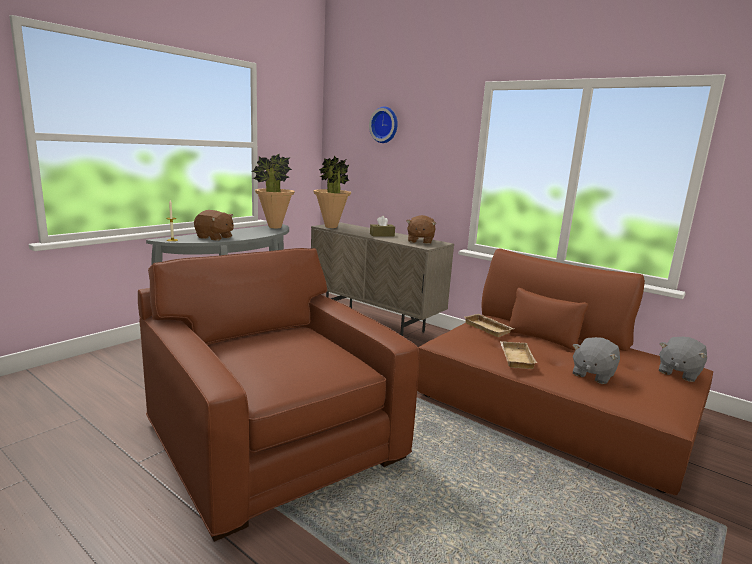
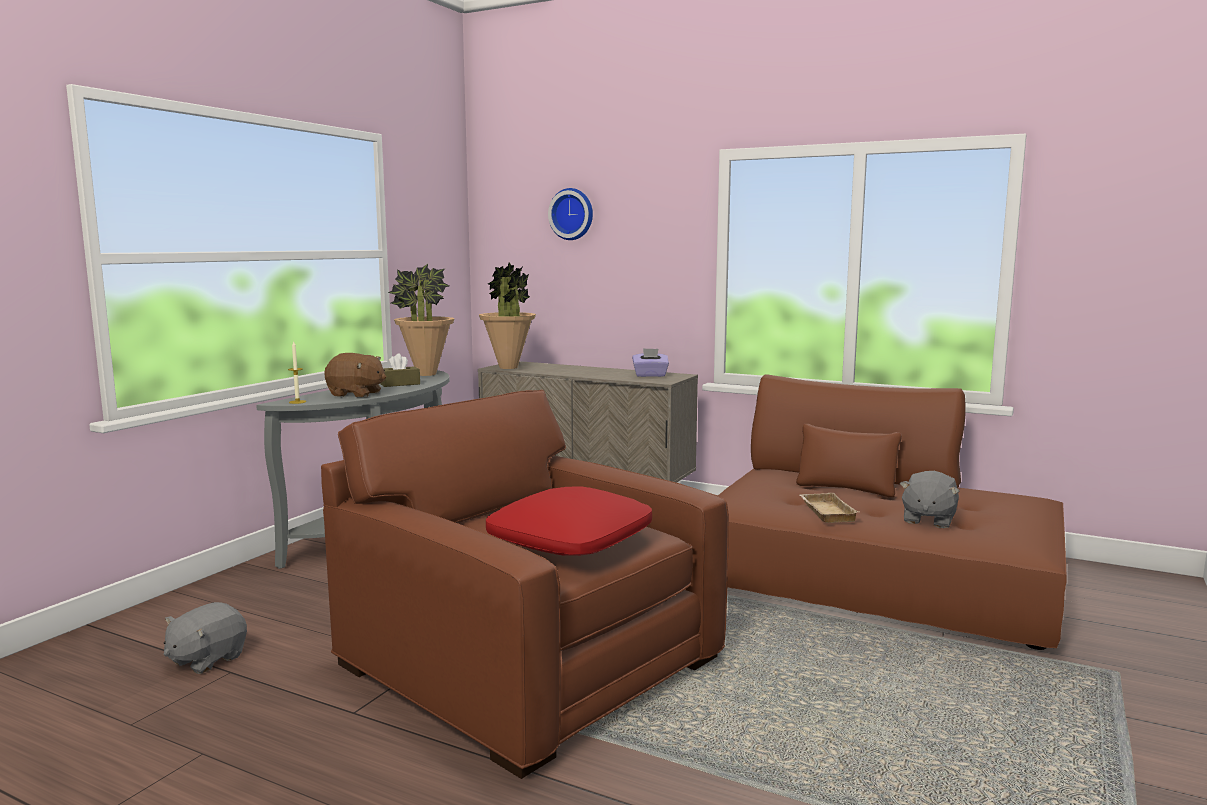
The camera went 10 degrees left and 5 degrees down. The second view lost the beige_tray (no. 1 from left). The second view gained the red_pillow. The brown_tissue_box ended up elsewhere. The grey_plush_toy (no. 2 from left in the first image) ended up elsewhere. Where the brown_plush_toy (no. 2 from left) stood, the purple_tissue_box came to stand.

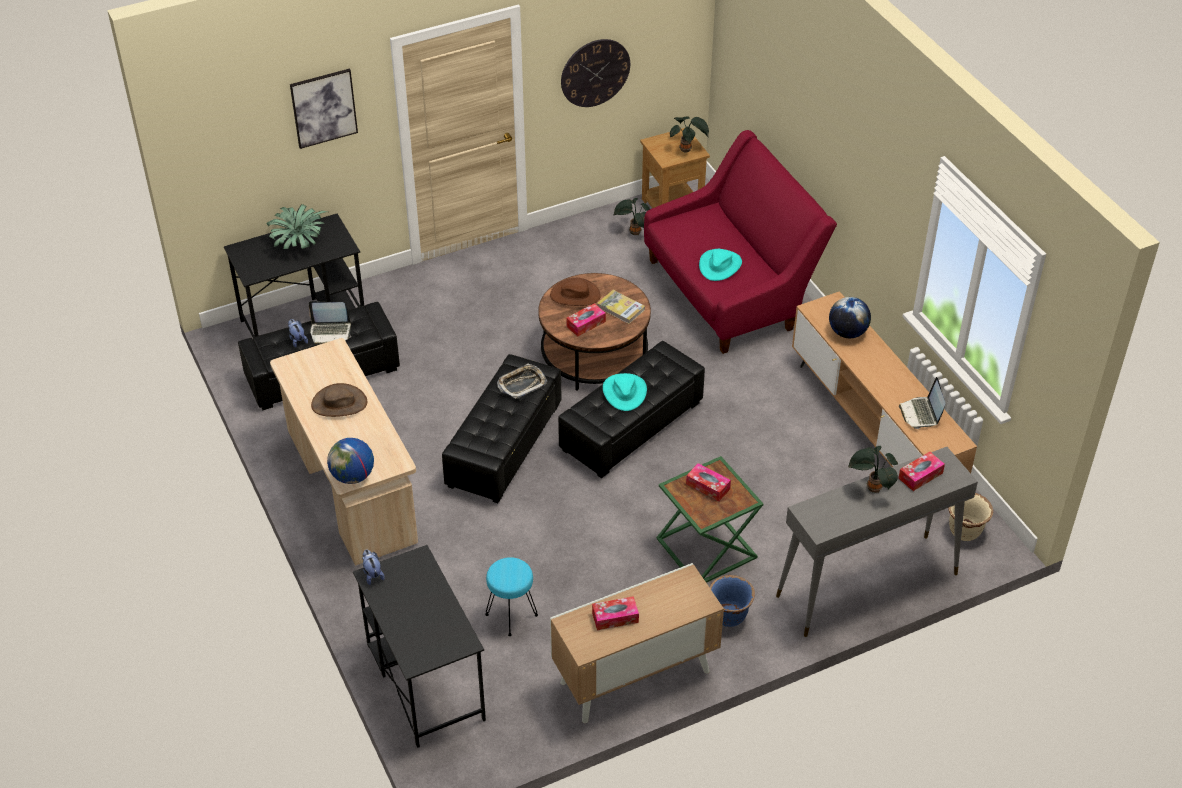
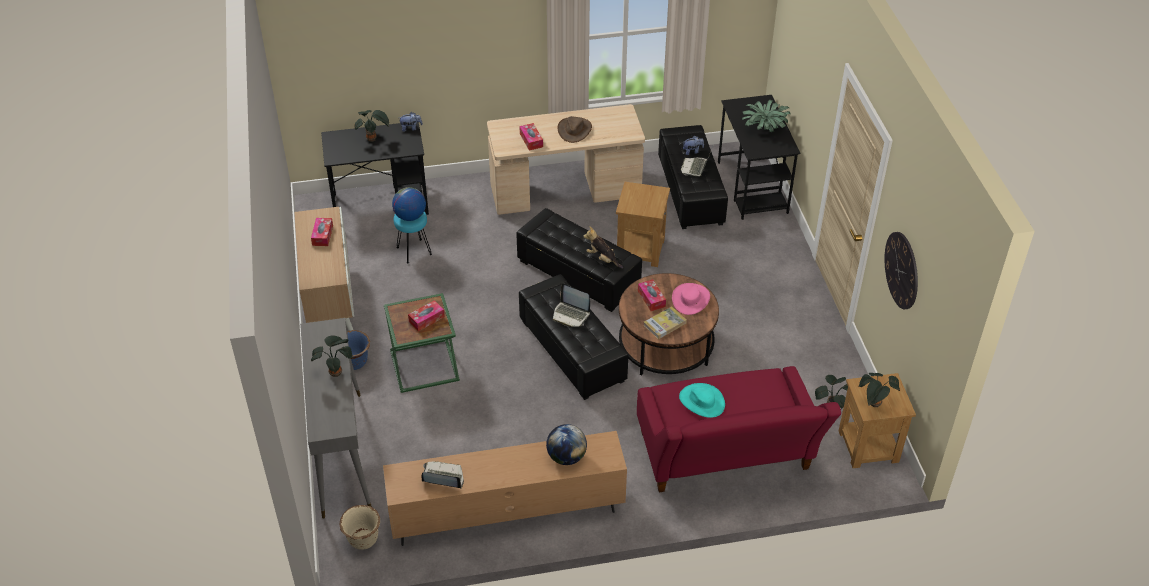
The camera went 105 degrees right and 0 degrees up. The second view lost the picture. The second view gained the potted_plant (no. 2 from left). The second view gained the brown_side_table (no. 1 from left). The globe (no. 1 from left) ended up elsewhere. The tissue_box (no. 4 from left in the first image) ended up elsewhere. Where the tray stood, the plush_toy (no. 2 from left) came to stand. Where the turquoise_hat (no. 1 from left) stood, the laptop (no. 2 from left) came to stand. What was the brown_hat (no. 2 from left) turned into the pink_hat.

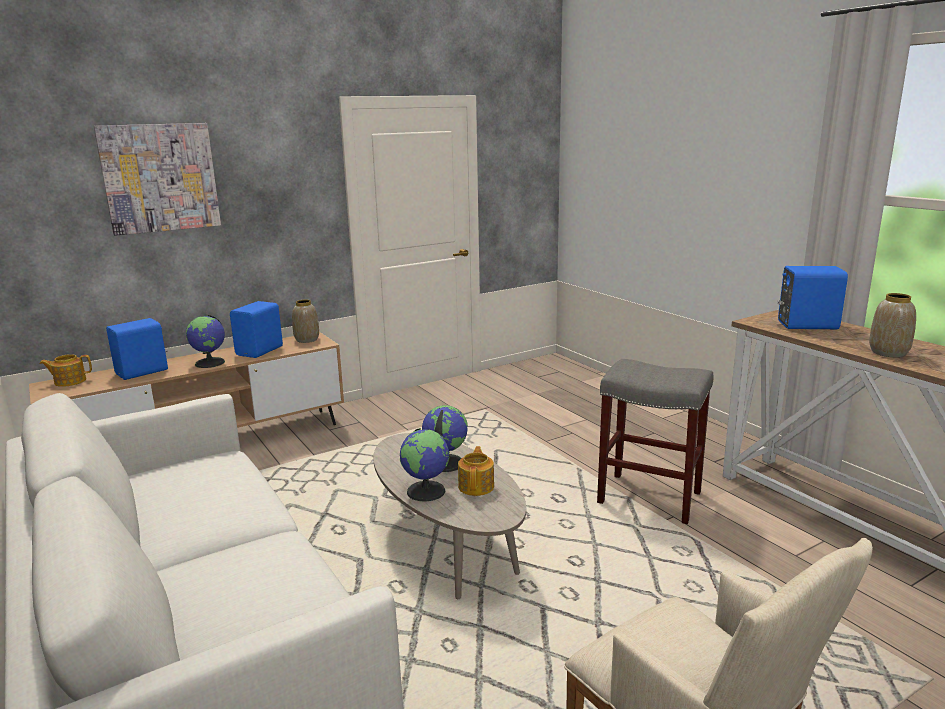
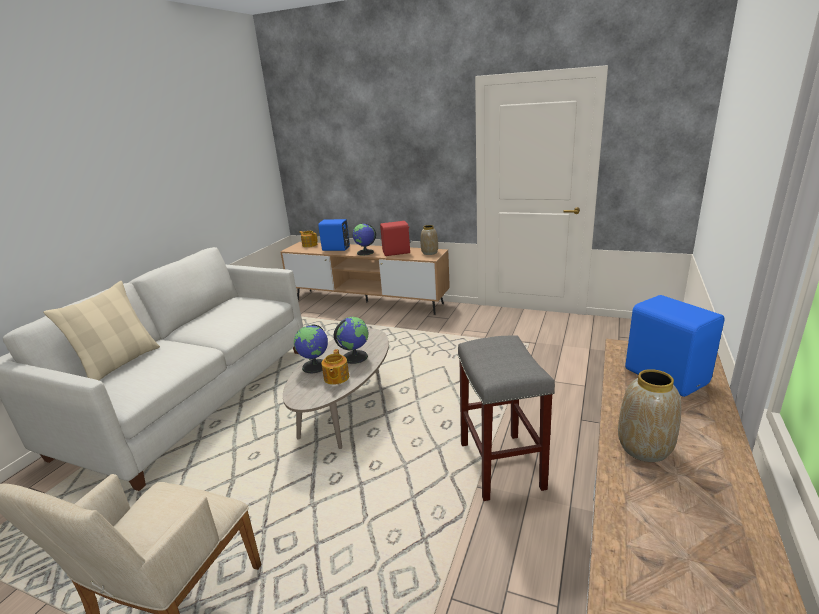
The camera went 55 degrees right and 5 degrees up. The second view lost the picture. The second view gained the beige_pillow. What was the blue_speaker (no. 2 from left) turned into the red_speaker. The teapot (no. 2 from left) ended up facing another way, 120 degrees clockwise from before.

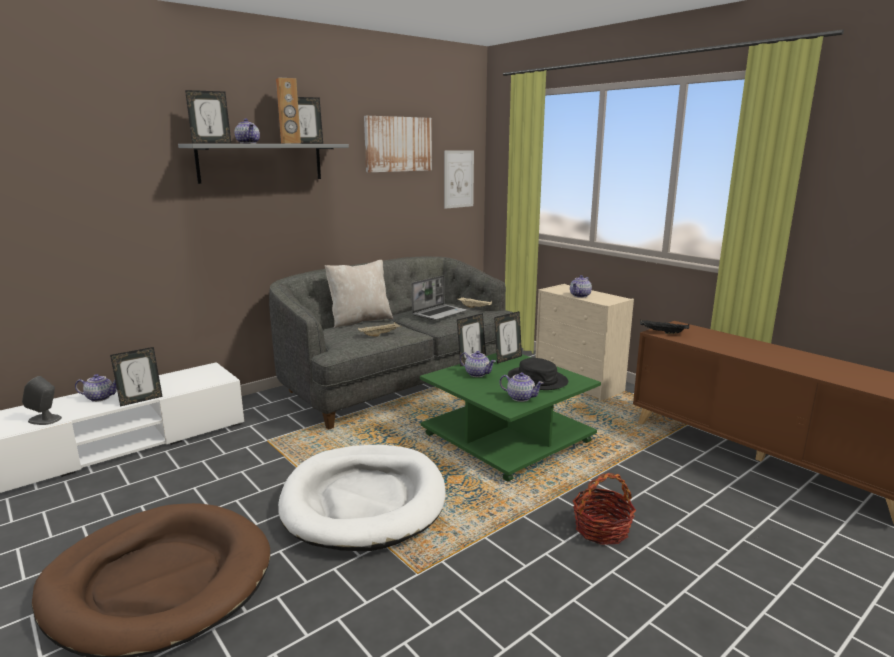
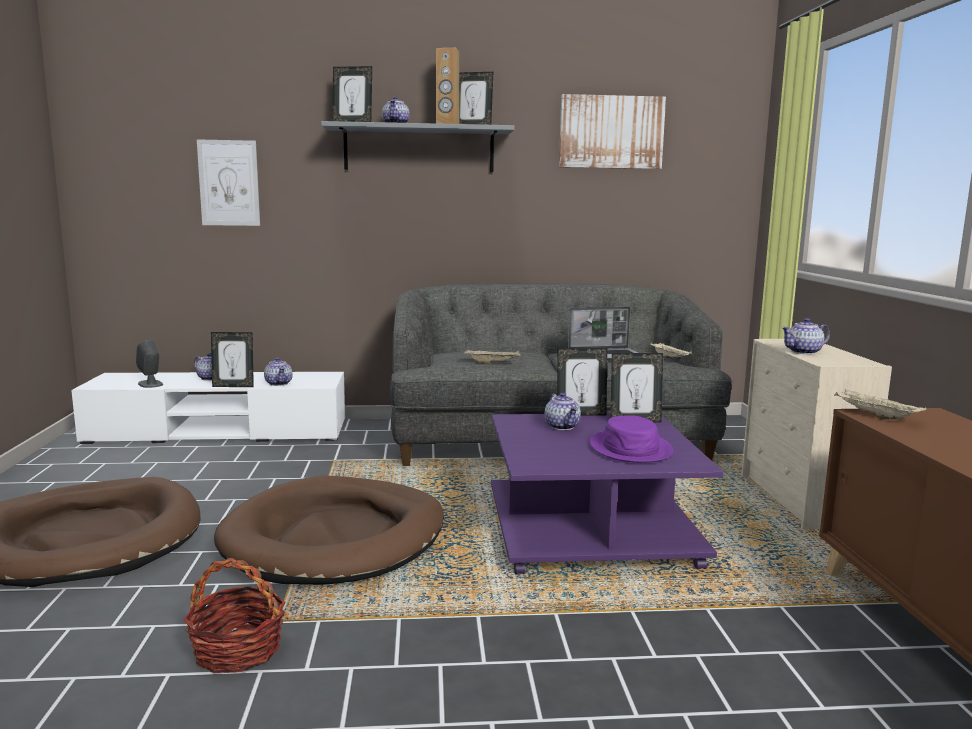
The camera went 35 degrees right and 5 degrees down. The second view lost the beige_pillow. The picture (no. 2 from left in the first image) ended up elsewhere. The teapot (no. 4 from left in the first image) ended up elsewhere. The basket ended up elsewhere. What was the white_dog_bed turned into the brown_dog_bed (no. 2 from left). What was the green_coffee_table turned into the purple_coffee_table. What was the black_hat turned into the purple_hat. What was the black_tray turned into the beige_tray (no. 3 from left).

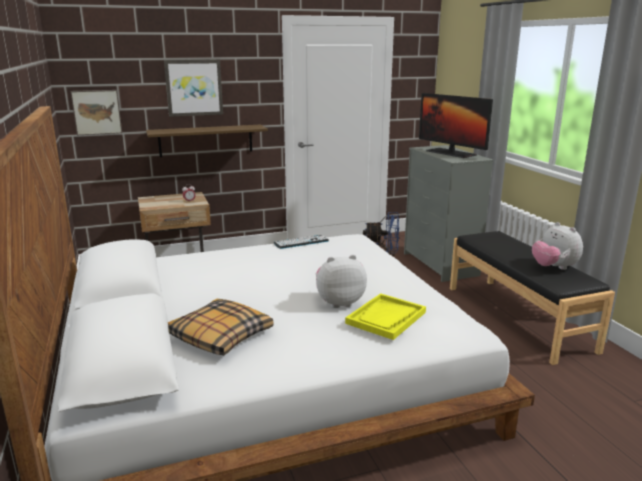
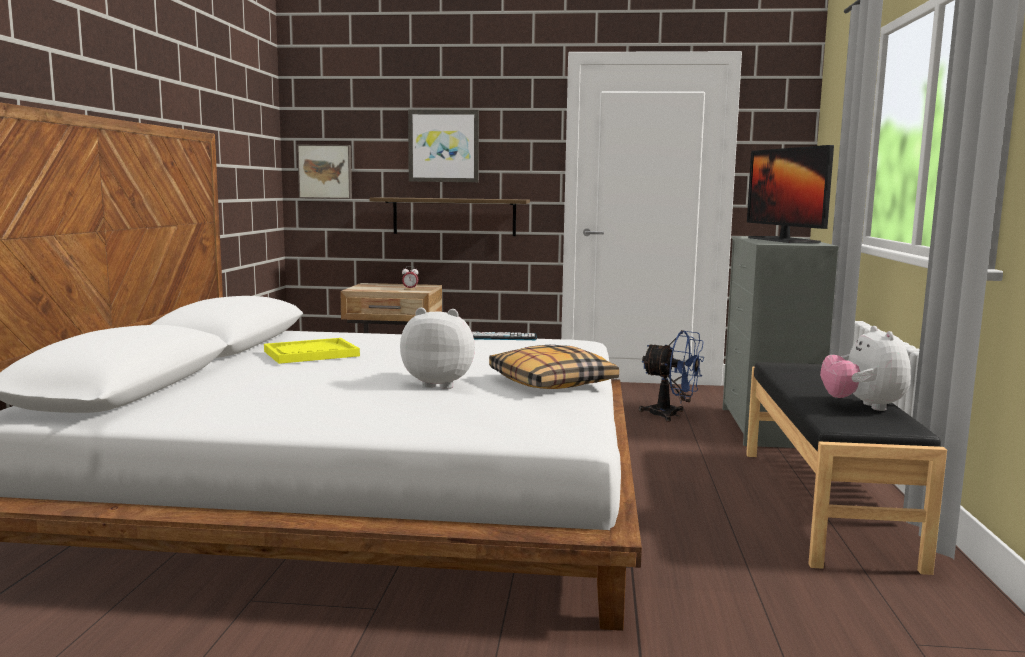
The camera went 25 degrees right and 10 degrees down. The pillow ended up elsewhere. The yellow_tray ended up elsewhere.

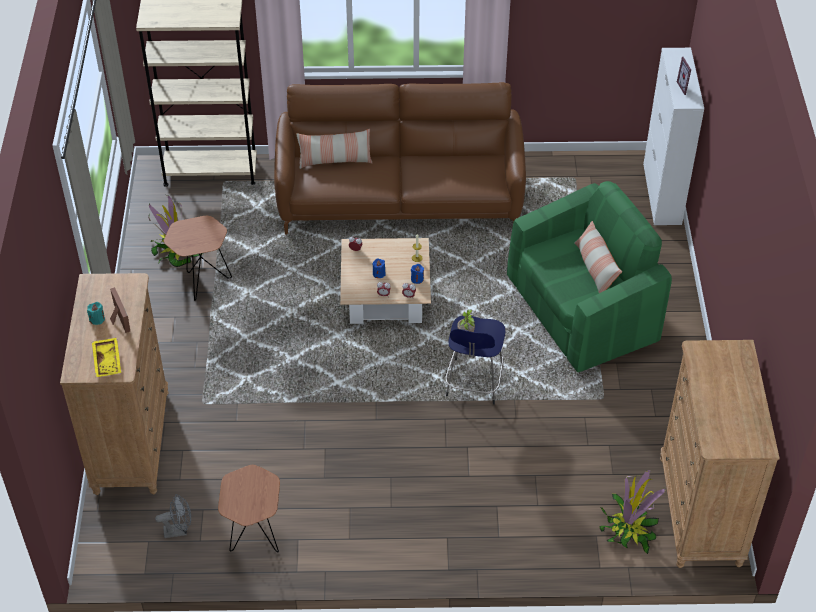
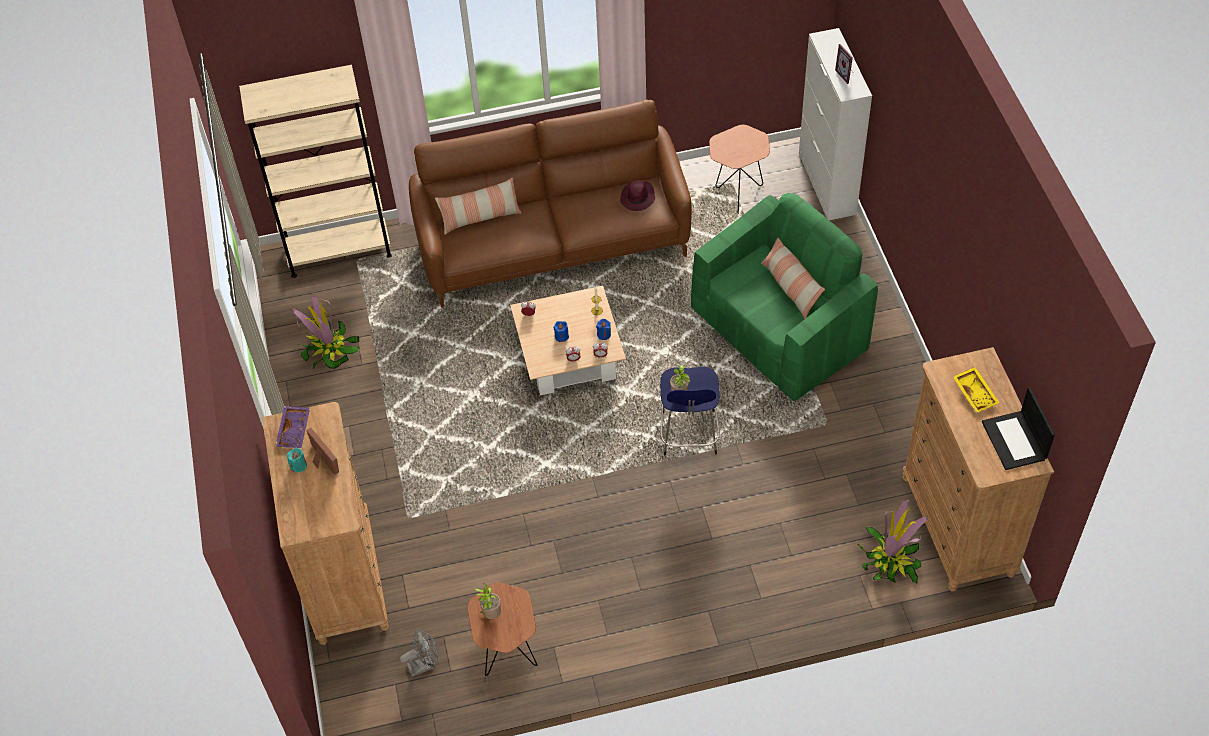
The camera went 10 degrees left and 5 degrees up. The second view gained the purple_tray. The second view gained the potted_plant (no. 2 from left). The second view gained the purple_hat. The second view gained the laptop. The yellow_tray ended up elsewhere. The brown_side_table (no. 1 from left in the first image) ended up elsewhere.

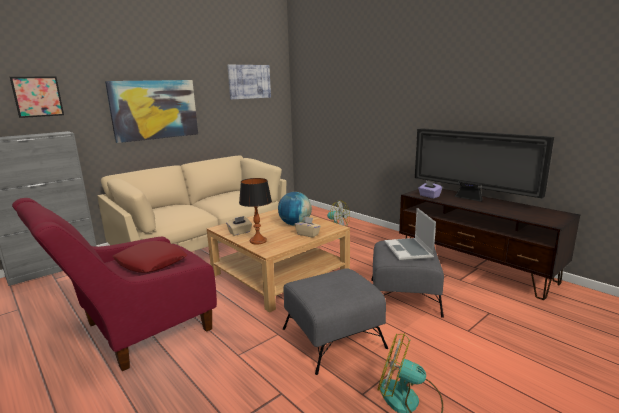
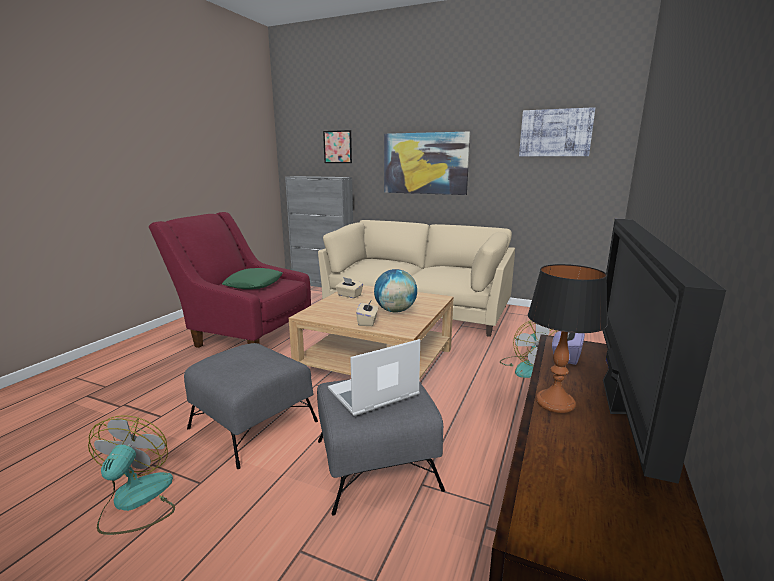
The camera went 65 degrees right and 0 degrees up. The table_lamp ended up elsewhere. What was the red_pillow turned into the green_pillow.

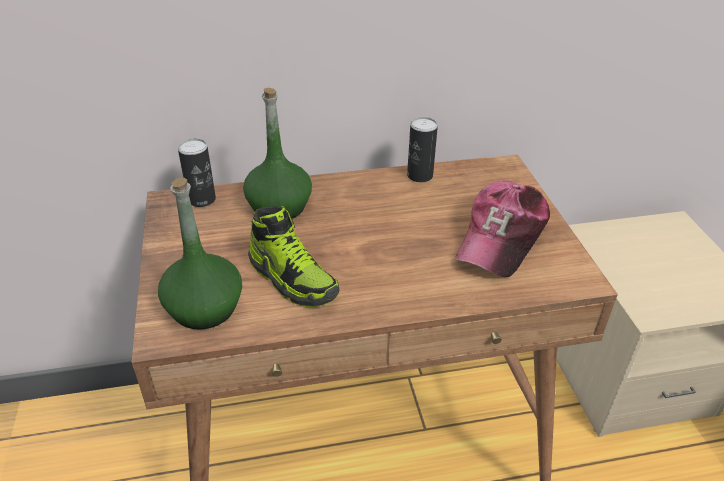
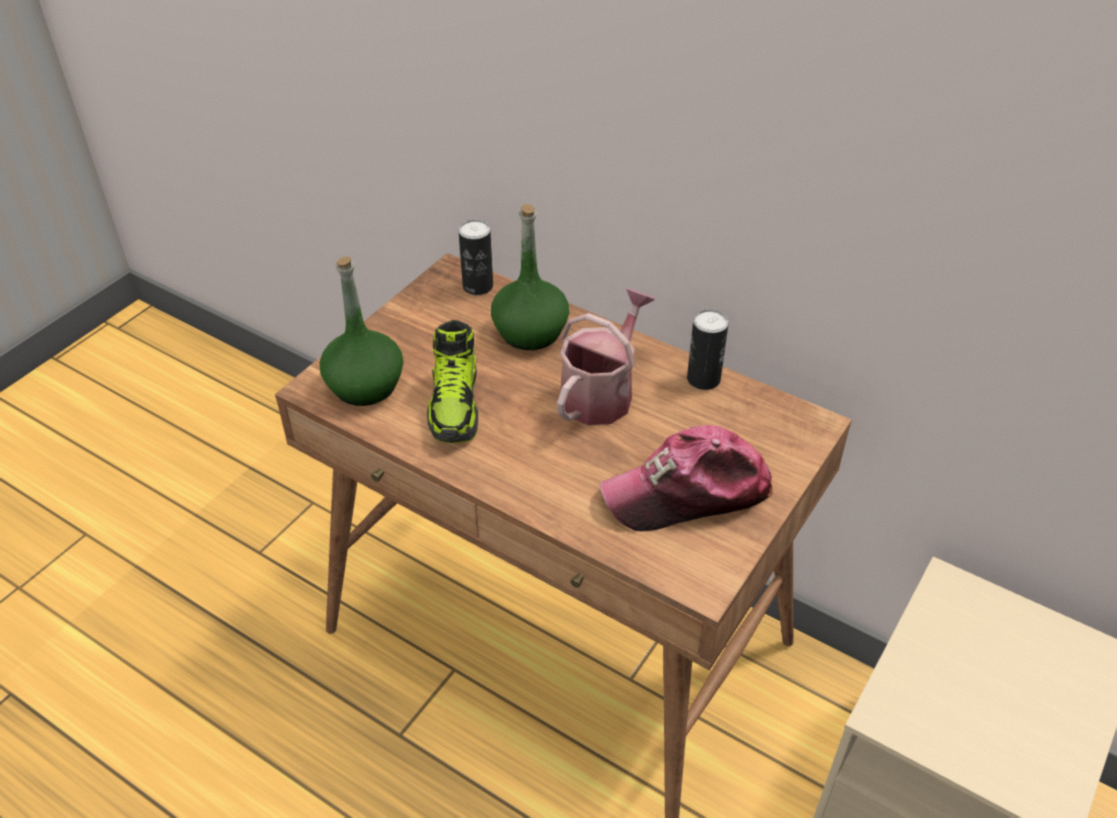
The camera went 45 degrees right and 5 degrees up. The second view gained the watering_can.

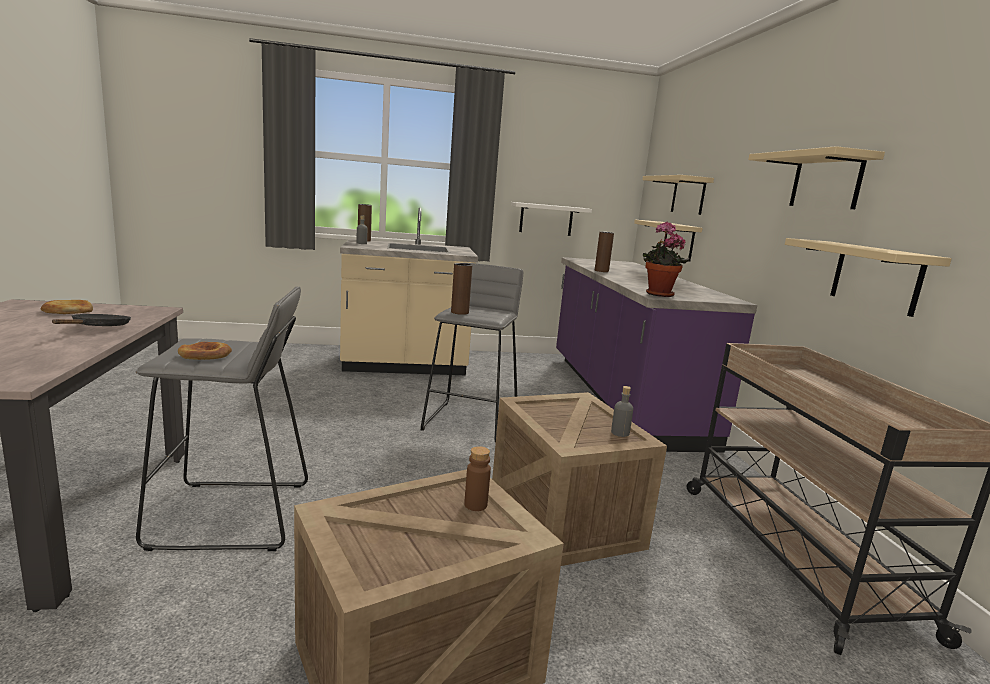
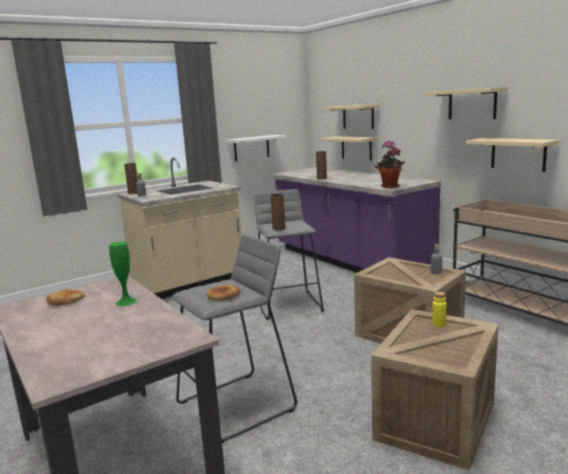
The camera went 25 degrees left and 0 degrees up. Where the black_frying_pan stood, the green_vase came to stand. What was the brown_bottle turned into the yellow_bottle.

